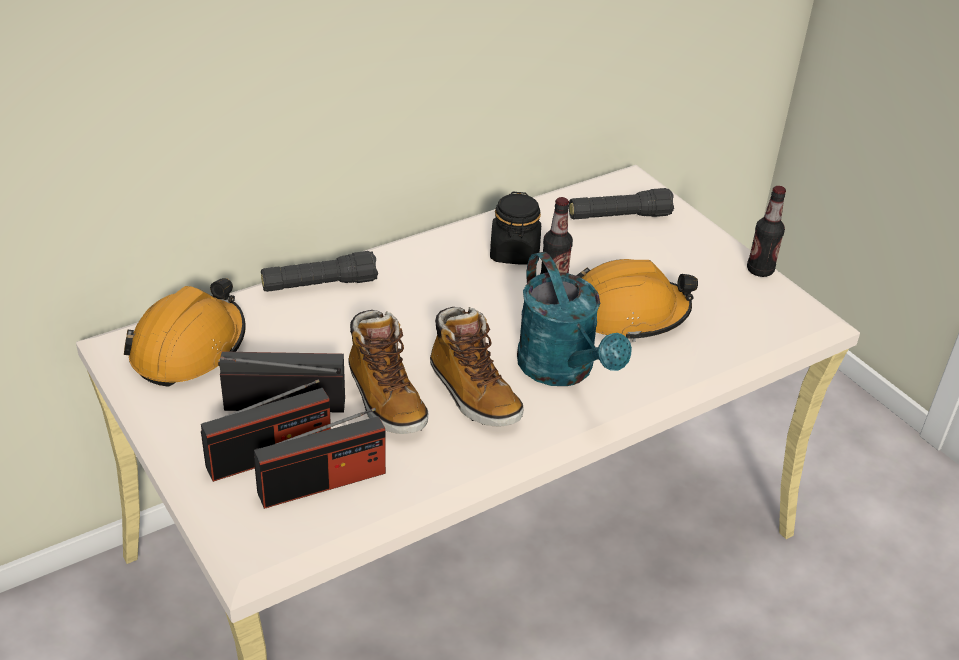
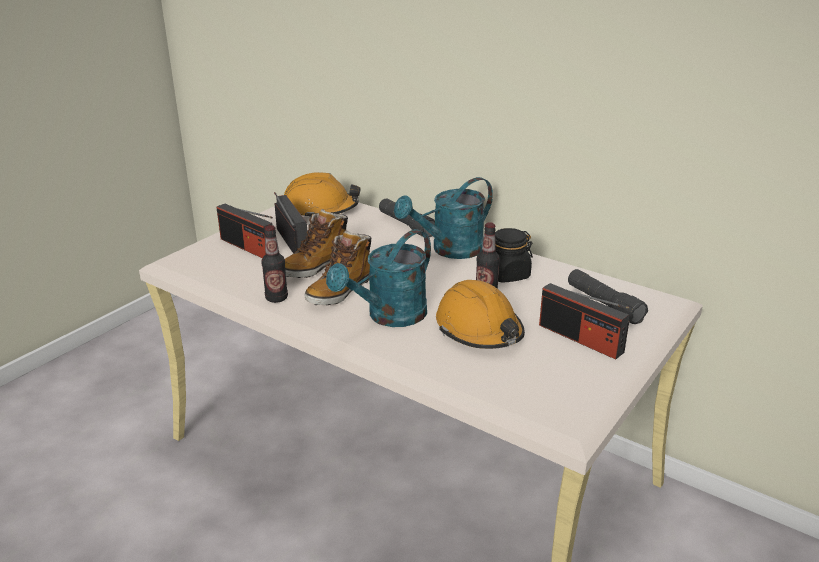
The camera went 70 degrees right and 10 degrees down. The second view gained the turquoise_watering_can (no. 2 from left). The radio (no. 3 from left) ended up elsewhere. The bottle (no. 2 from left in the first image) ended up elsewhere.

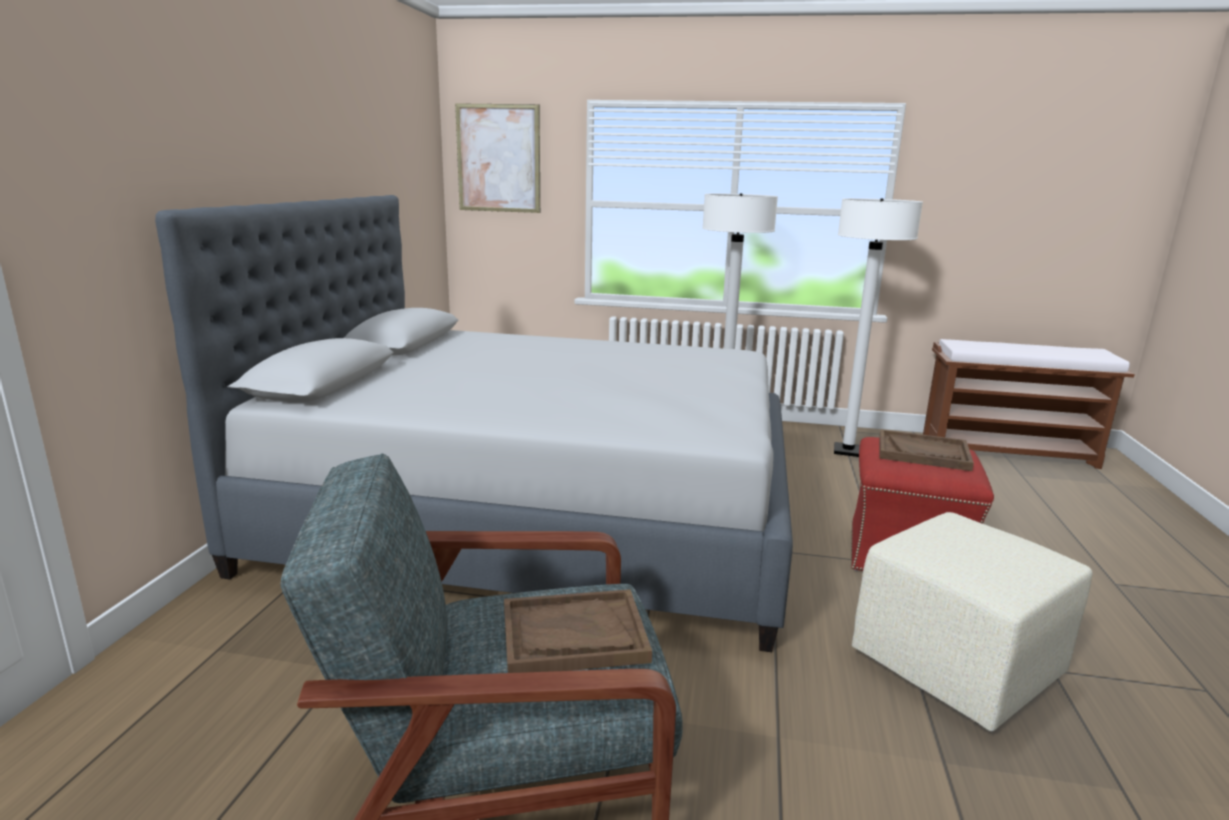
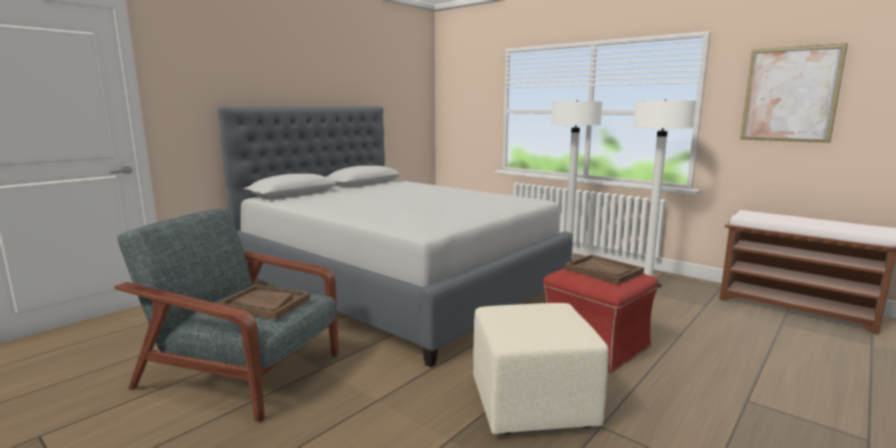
The camera went 30 degrees right and 5 degrees down. The picture ended up elsewhere.

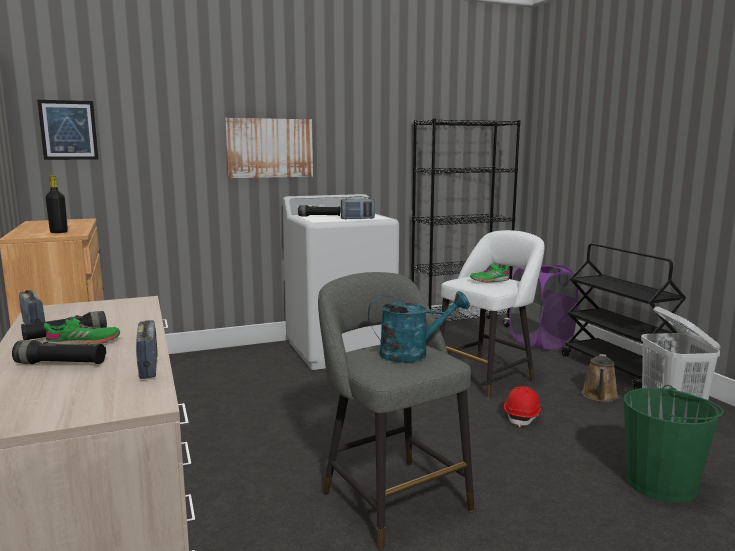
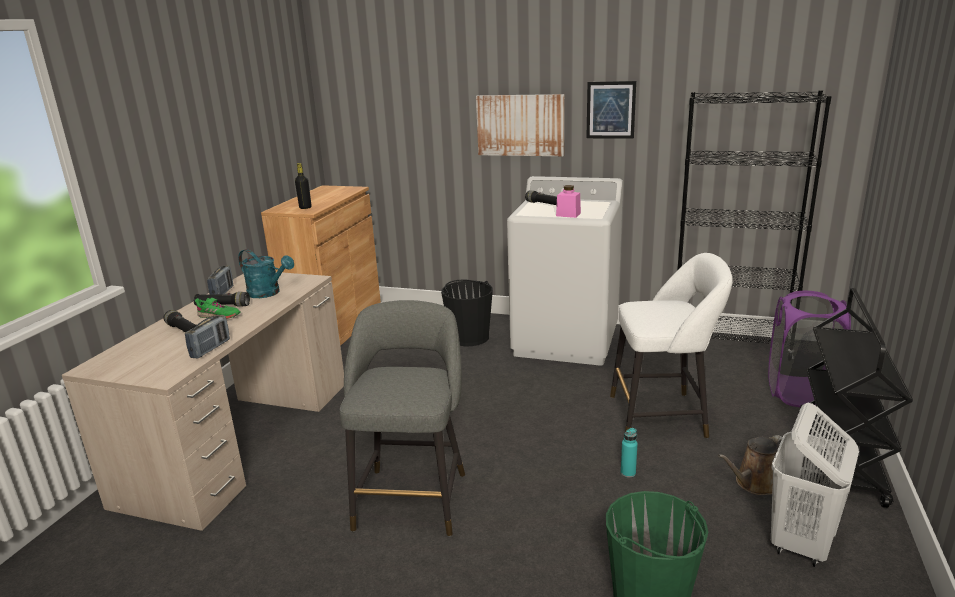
The camera went 40 degrees right and 10 degrees up. The second view lost the green_shoe (no. 2 from left). The second view gained the black_bucket. The picture (no. 1 from left in the first image) ended up elsewhere. The turquoise_watering_can ended up elsewhere. Where the radio (no. 3 from left) stood, the pink_jar came to stand. Where the red_hard_hat stood, the turquoise_bottle came to stand.

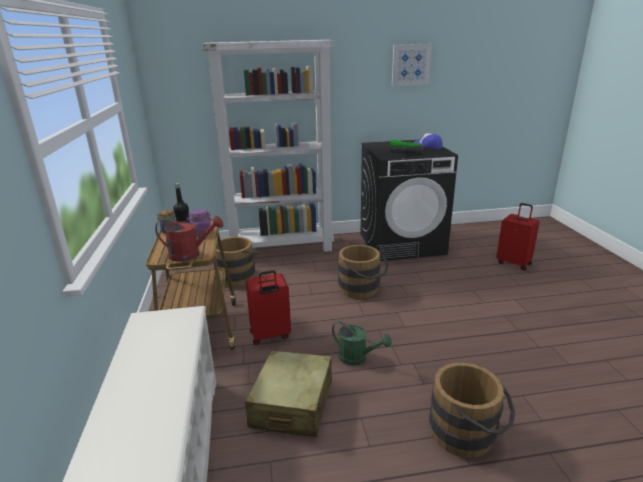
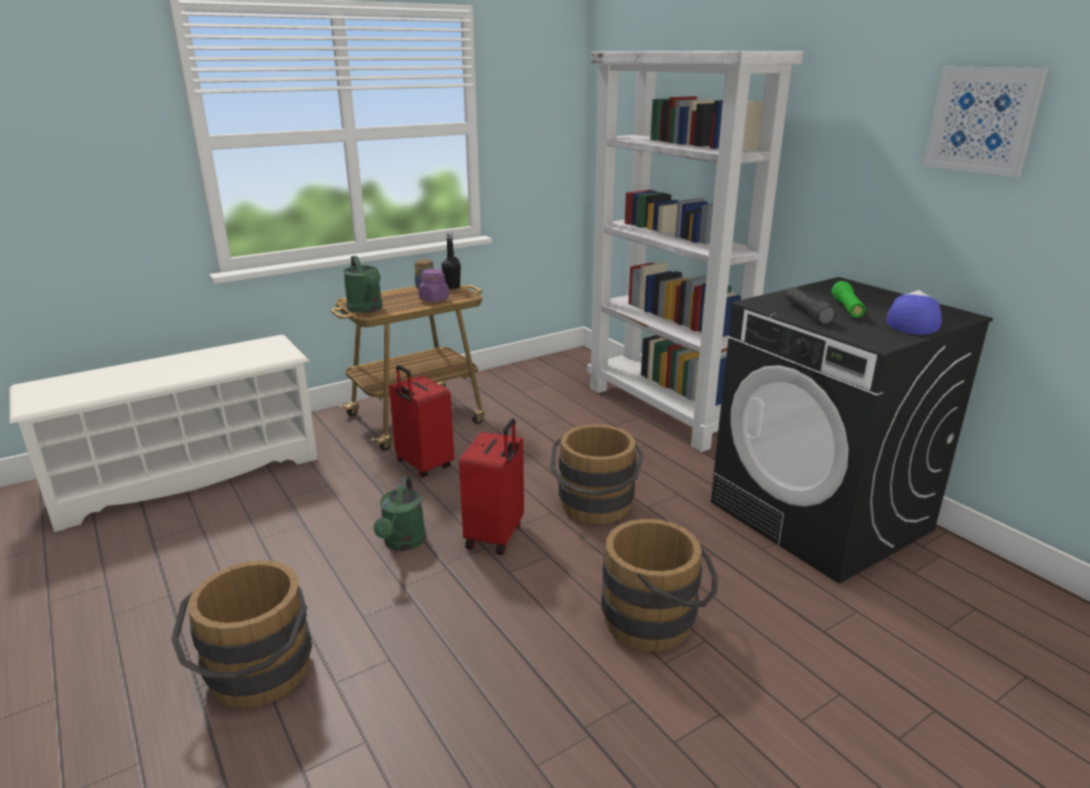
The camera went 65 degrees right and 0 degrees up. The second view lost the beige_suitcase. The brown_bucket (no. 1 from left in the first image) ended up elsewhere. The red_suitcase (no. 2 from left) ended up elsewhere. What was the red_watering_can turned into the green_watering_can (no. 1 from left).

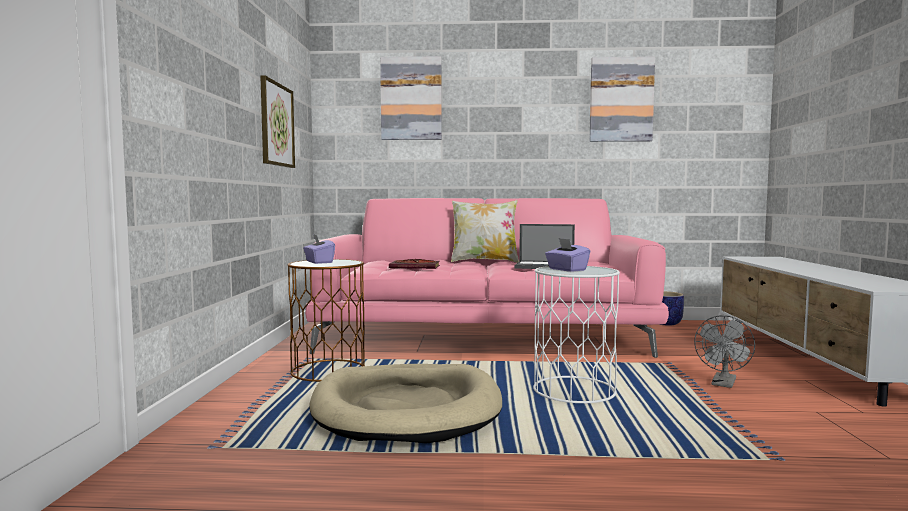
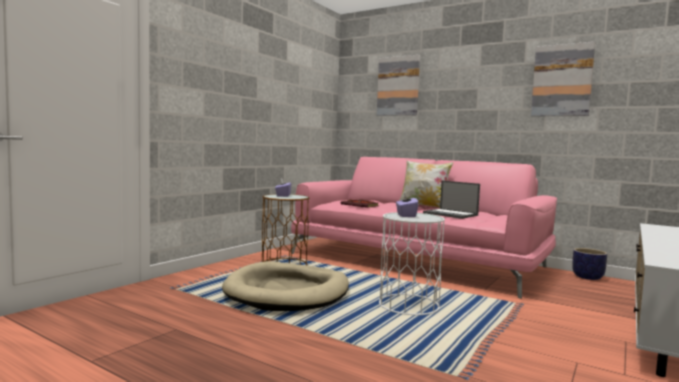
The camera went 30 degrees right and 0 degrees up. The second view lost the picture (no. 1 from left). The second view lost the grey_fan.

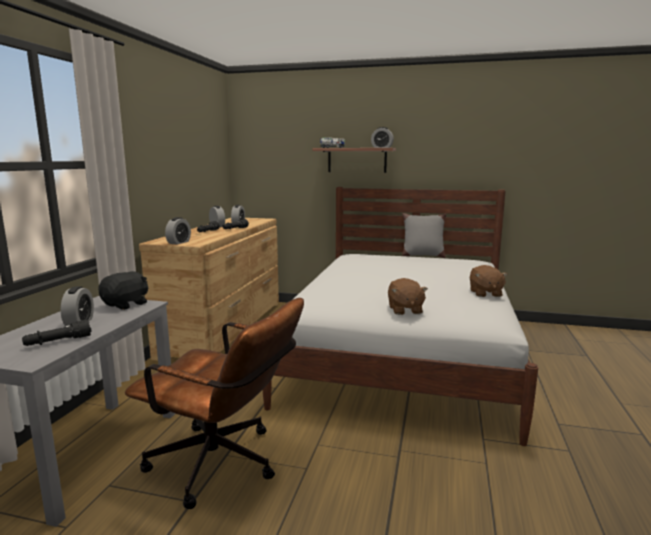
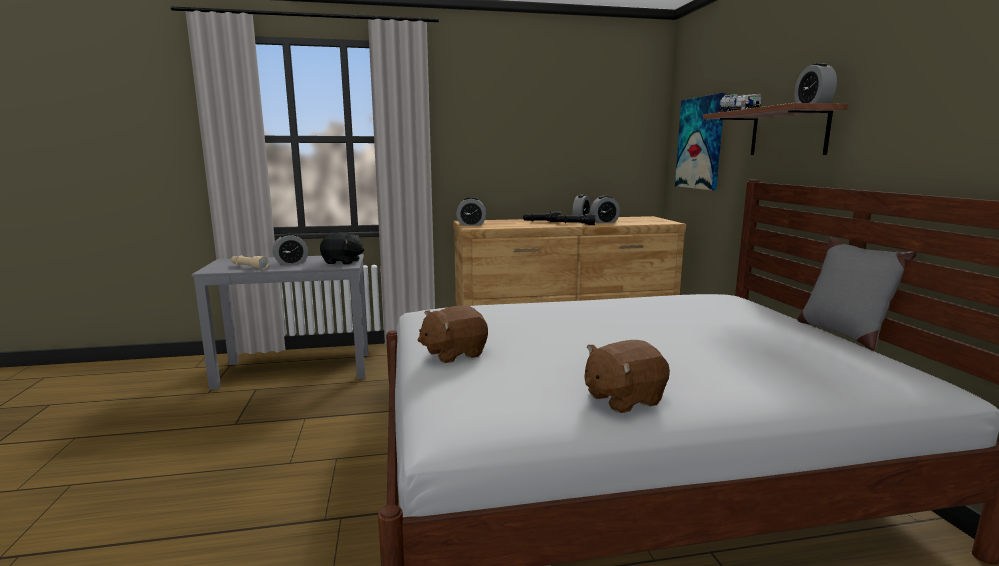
The camera went 65 degrees right and 0 degrees up. The second view lost the brown_office_chair. The second view gained the picture. What was the black_flashlight (no. 1 from left) turned into the beige_flashlight.

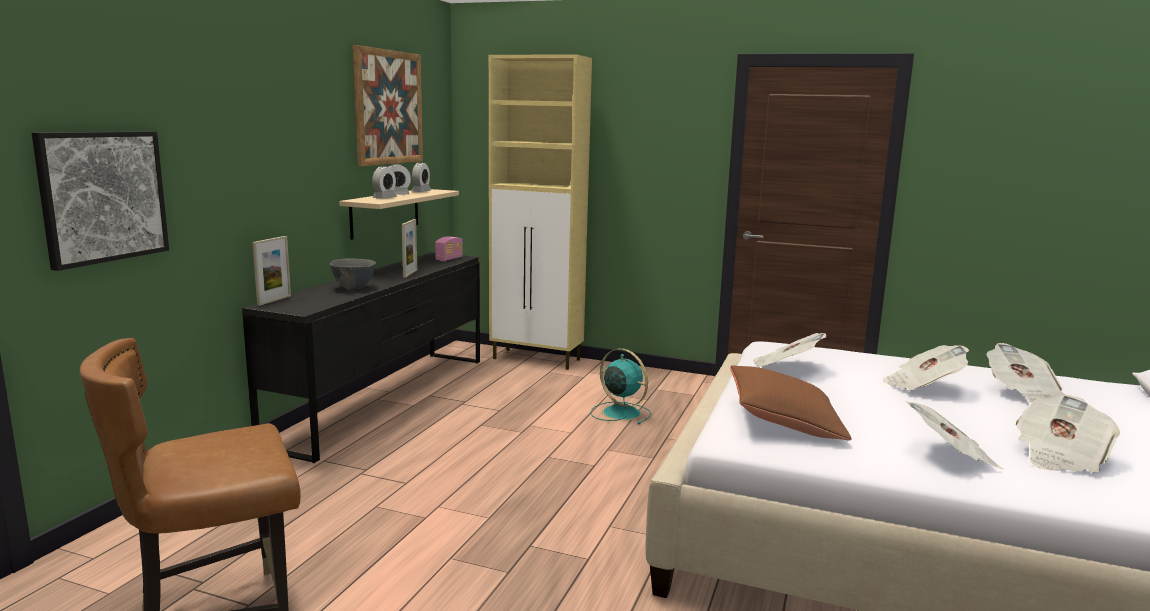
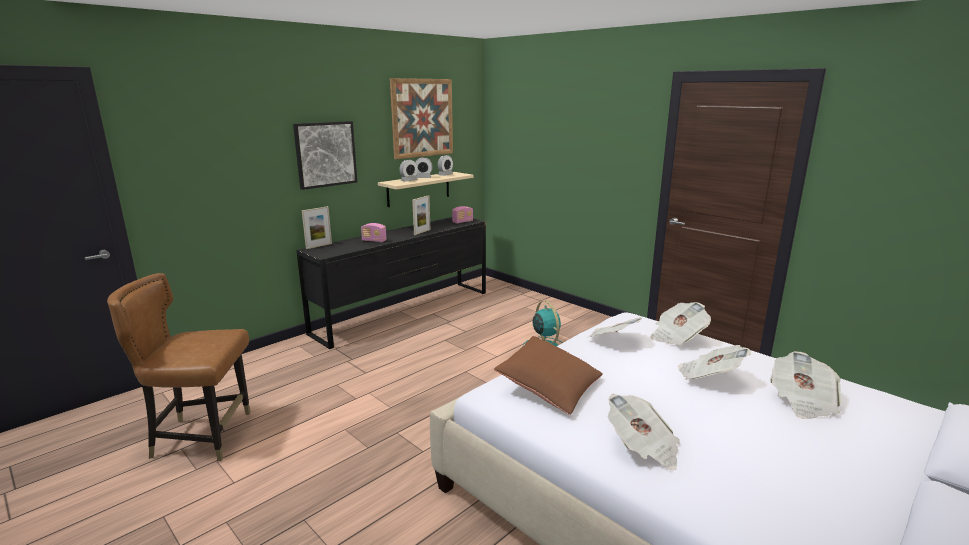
The camera went 25 degrees right and 5 degrees up. The second view lost the beige_cabinet. The picture (no. 1 from left) ended up elsewhere. The newspaper (no. 5 from left in the first image) ended up elsewhere. Where the grey_bowl stood, the radio (no. 1 from left) came to stand.

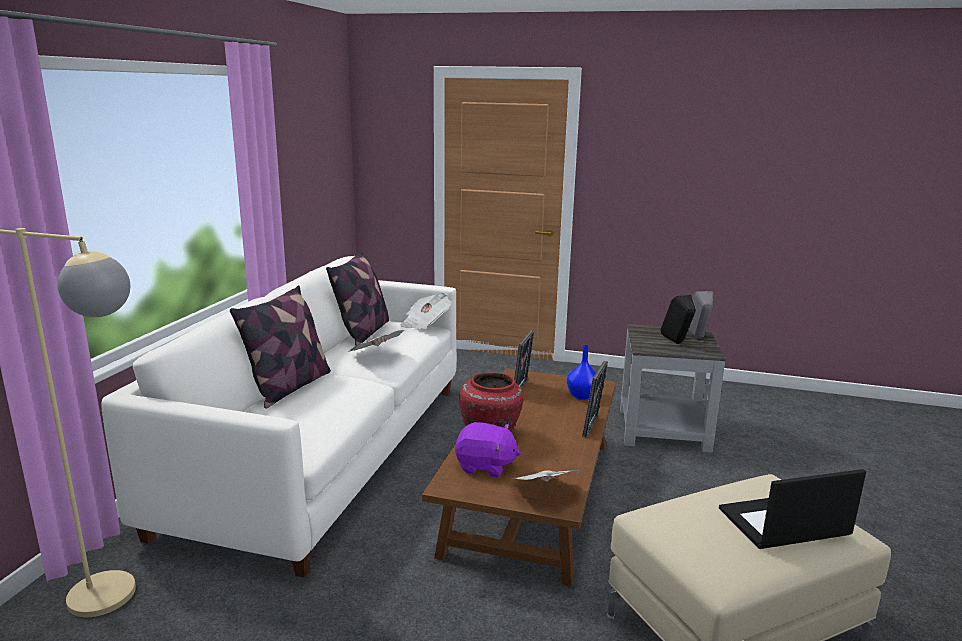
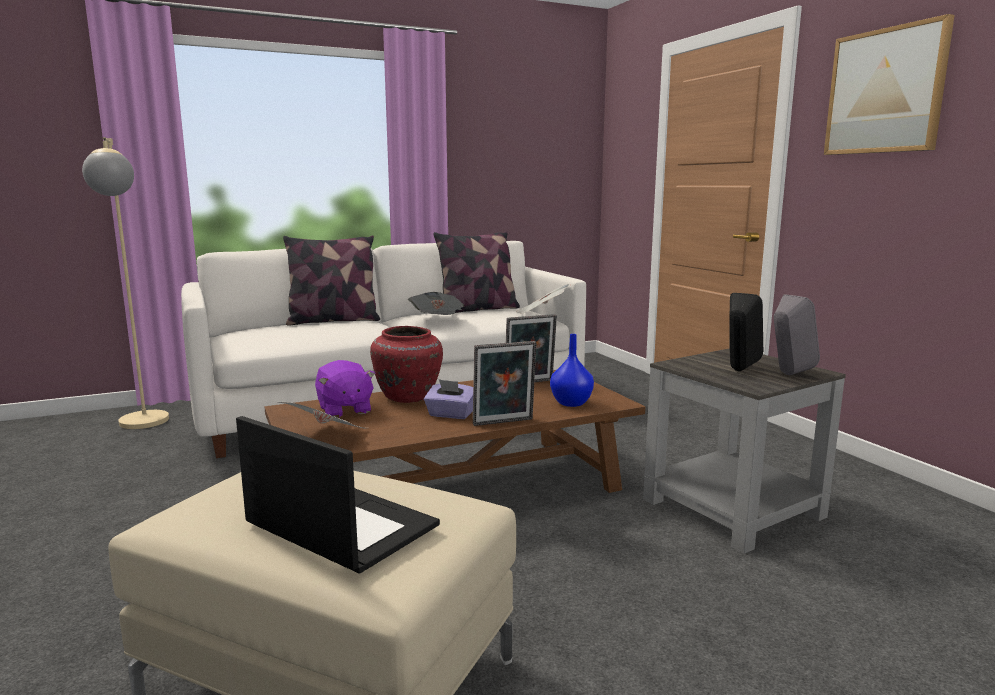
The camera went 50 degrees right and 5 degrees down. The second view gained the purple_tissue_box. The second view gained the picture.

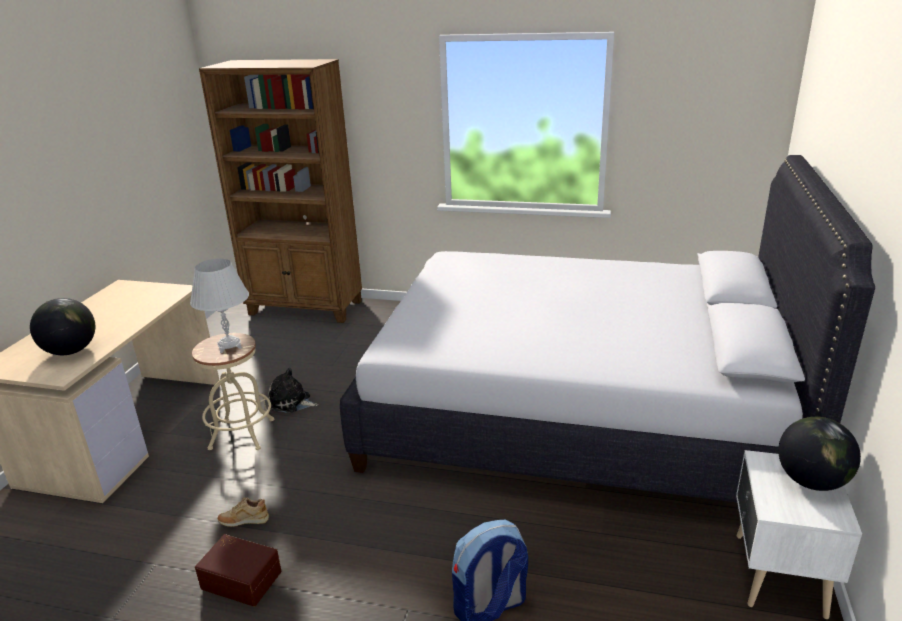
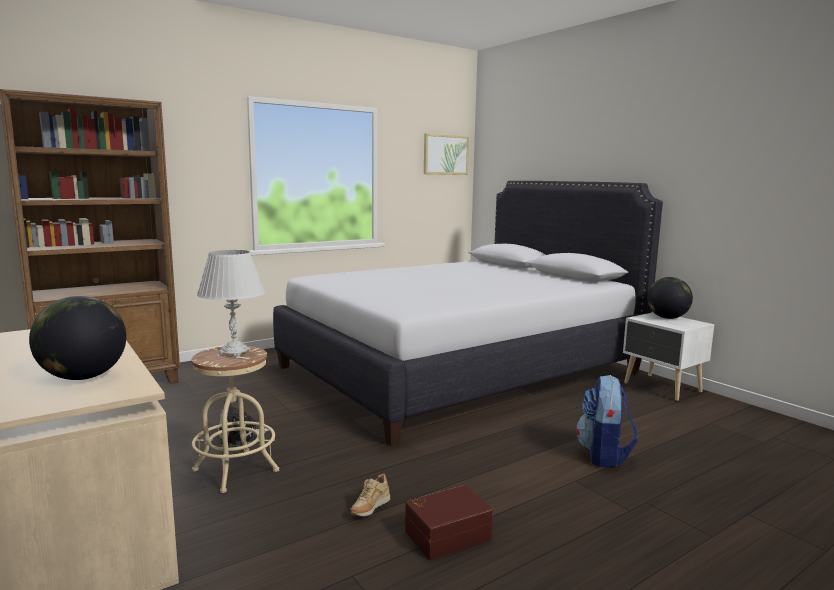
The camera went 50 degrees left and 15 degrees down. The second view gained the picture.

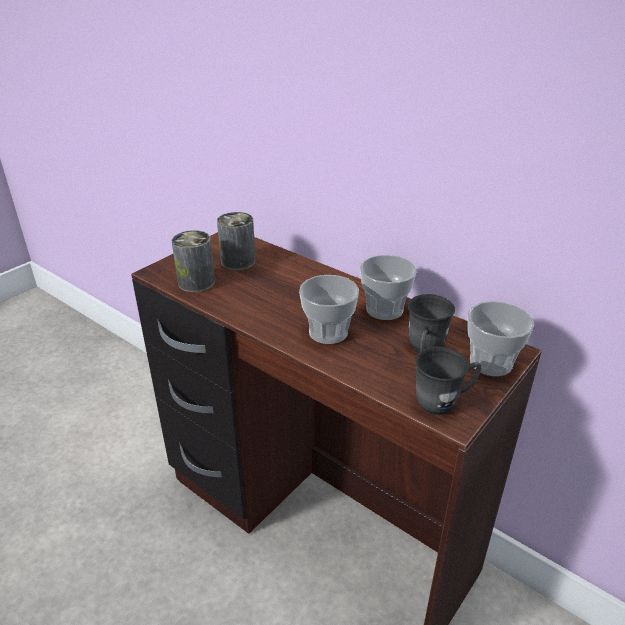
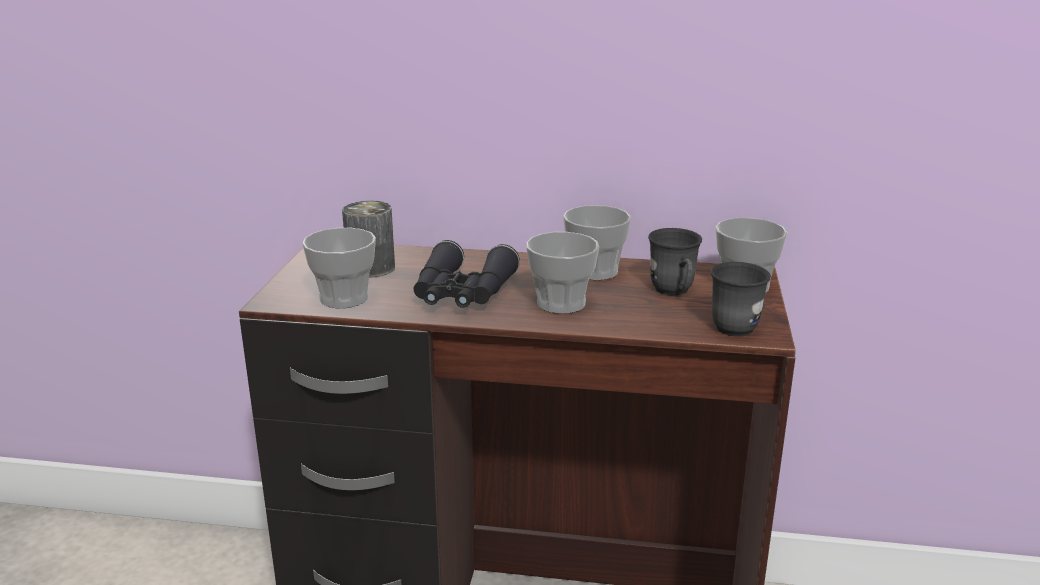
The camera went 30 degrees left and 10 degrees down. The second view gained the black_binoculars. Where the can (no. 1 from left) stood, the cup (no. 1 from left) came to stand.

